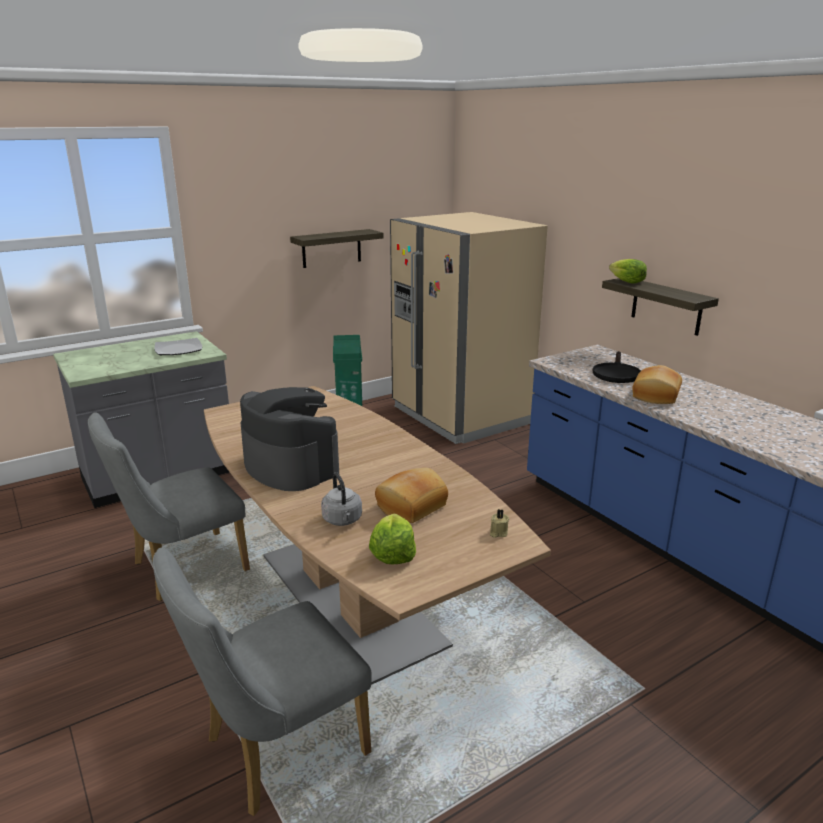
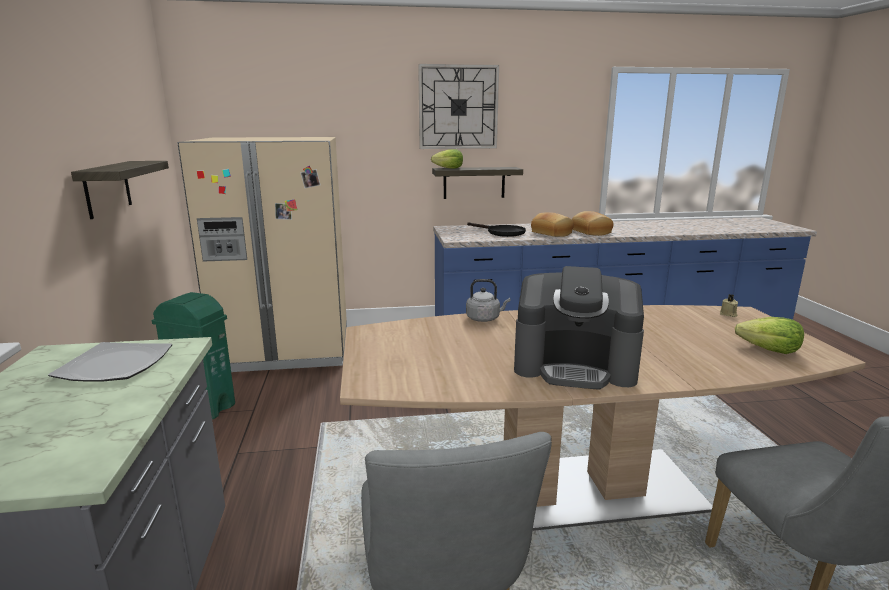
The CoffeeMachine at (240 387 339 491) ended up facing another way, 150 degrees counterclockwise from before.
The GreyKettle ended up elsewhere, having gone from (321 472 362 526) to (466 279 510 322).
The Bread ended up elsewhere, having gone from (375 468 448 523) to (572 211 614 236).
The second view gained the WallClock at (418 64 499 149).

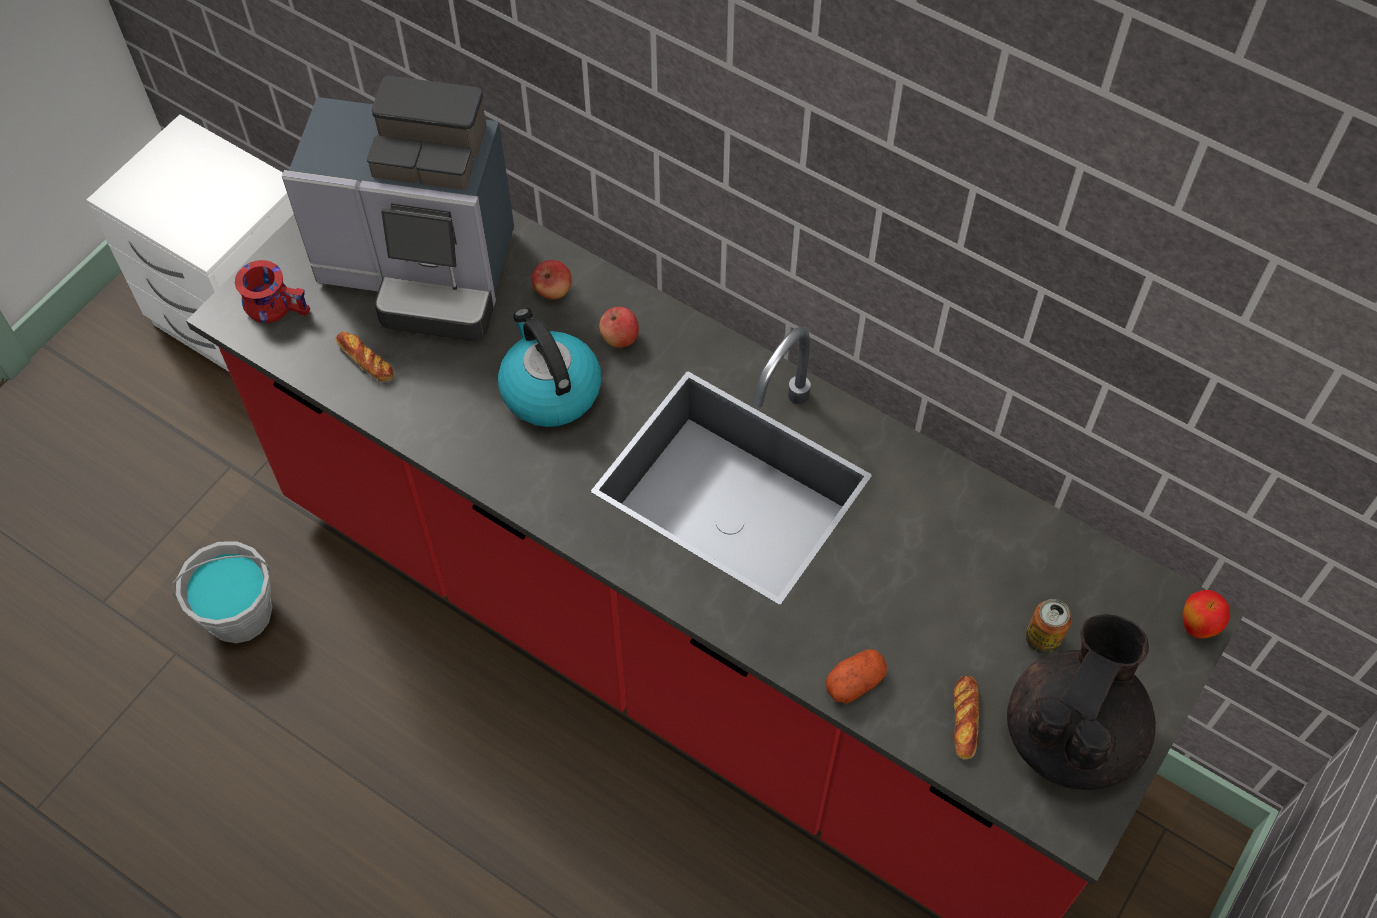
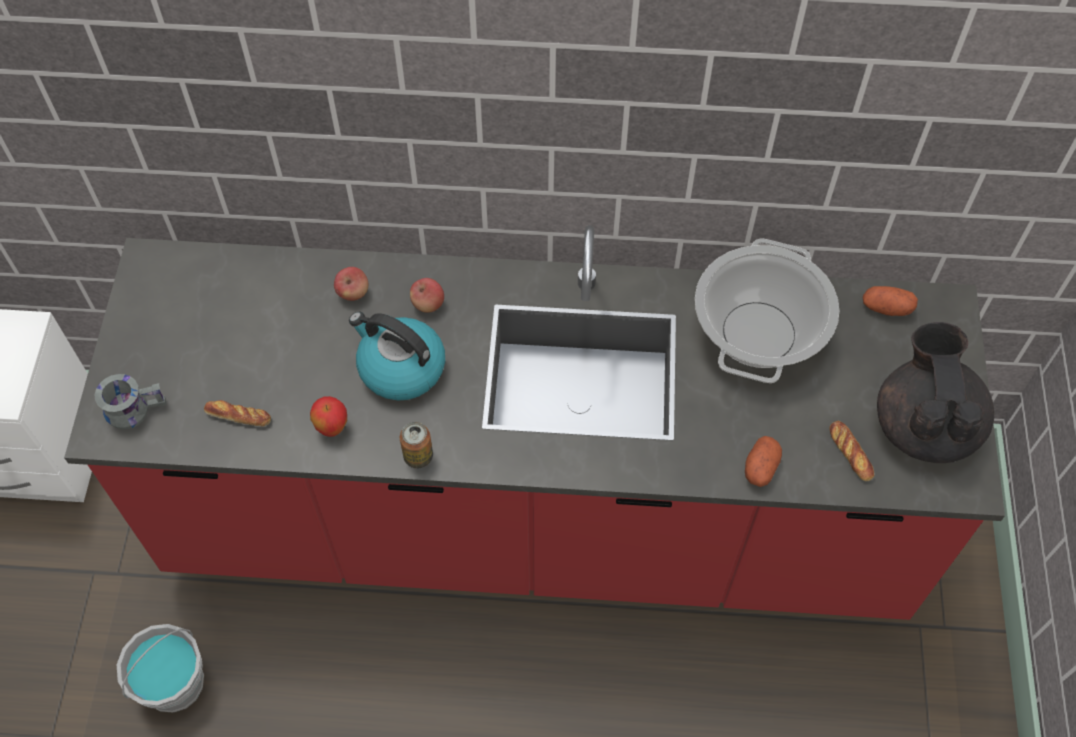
What was the RedMug at (235 260 310 323) turned into the GreyMug at (94 374 167 430).
The second view lost the CoffeeMachine at (282 76 514 341).
The Can ended up elsewhere, having gone from (1026 599 1072 654) to (400 422 433 468).
The Apple ended up elsewhere, having gone from (1182 590 1230 639) to (310 396 347 437).
The second view gained the CookingPot at (695 238 839 383).
The second view gained the Potato at (863 286 918 316).

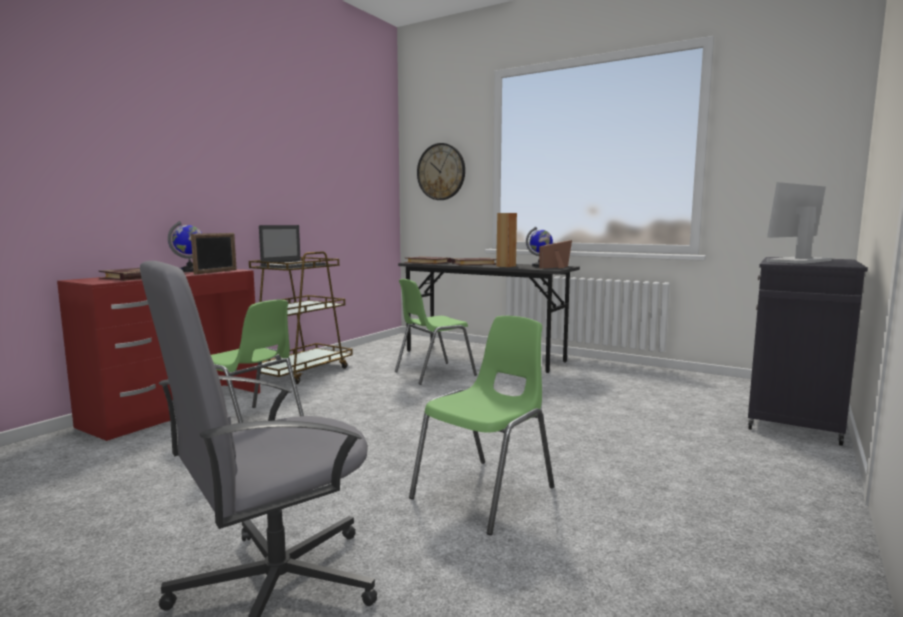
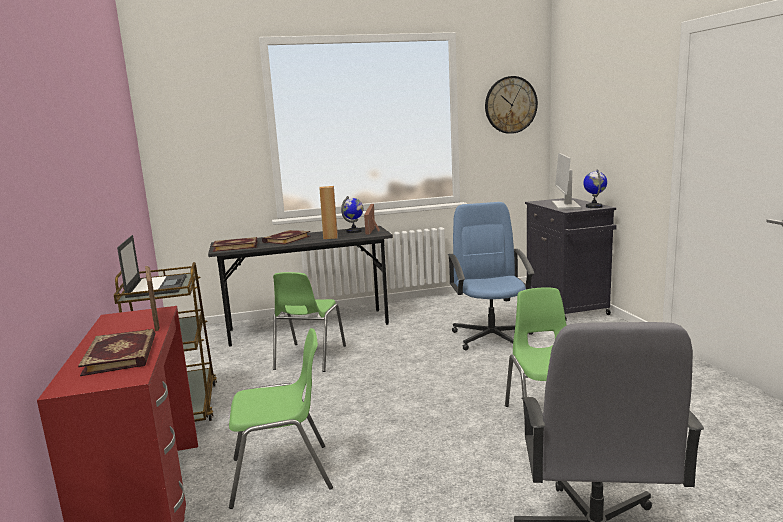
The Globe ended up elsewhere, having gone from (168 221 202 272) to (583 169 607 208).
The WallClock ended up elsewhere, having gone from (417 143 465 200) to (485 76 538 134).
The second view gained the BlueOfficeChair at (447 202 535 350).

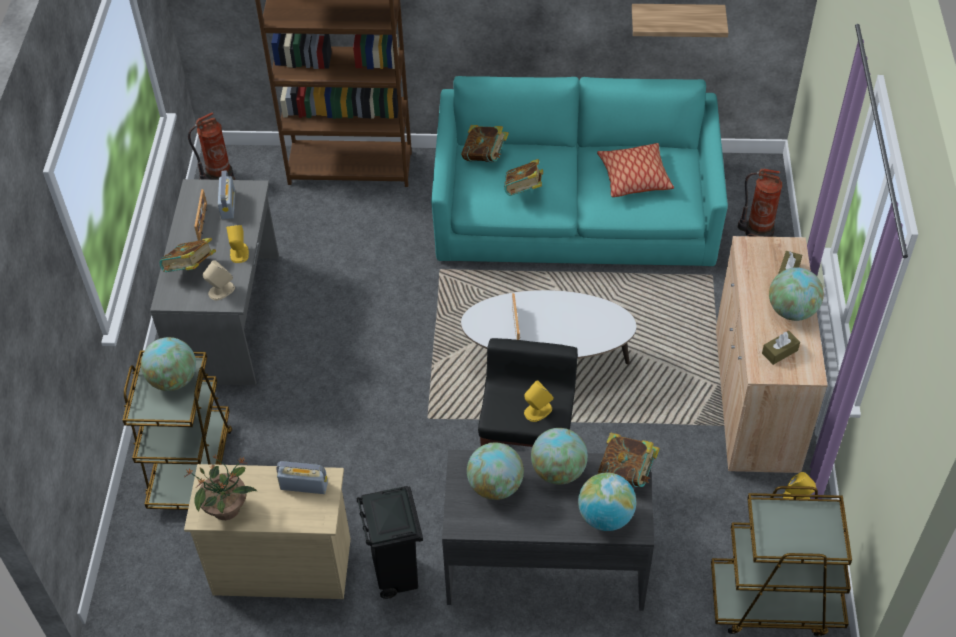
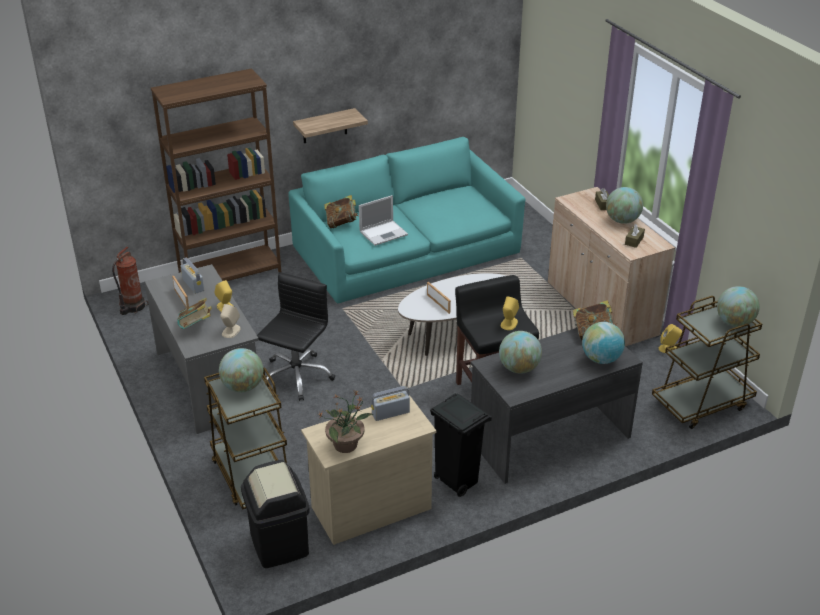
Where the Book stood at (504 159 543 196), the Laptop came to stand at (359 195 408 246).
The Globe ended up elsewhere, having gone from (531 428 588 485) to (717 286 760 327).
The second view lost the Pillow at (597 143 674 197).
The Shelf ended up elsewhere, having gone from (632 4 729 37) to (293 108 368 143).
The second view lost the FireExtinguisher at (738 168 782 237).
The second view gained the BlackTrashCan at (241 460 310 568).
The second view gained the BlackOfficeChair at (257 272 335 401).

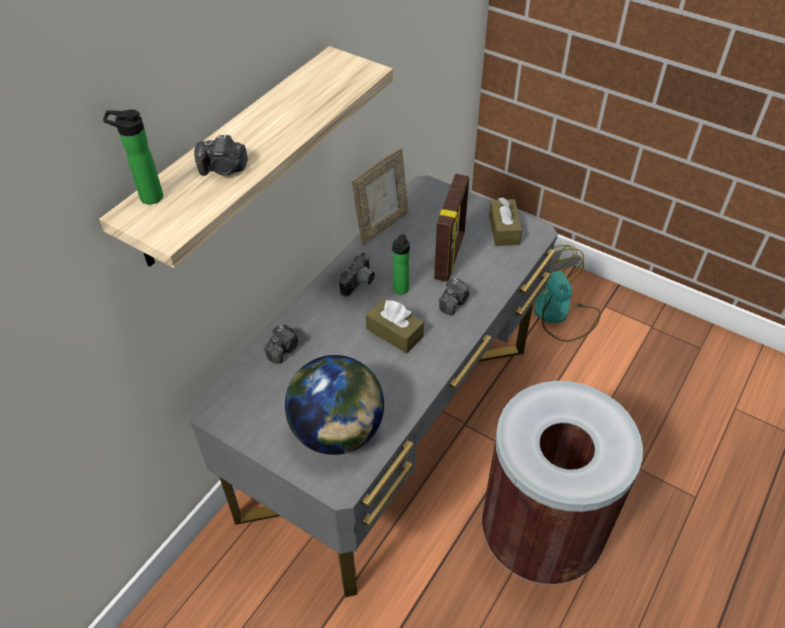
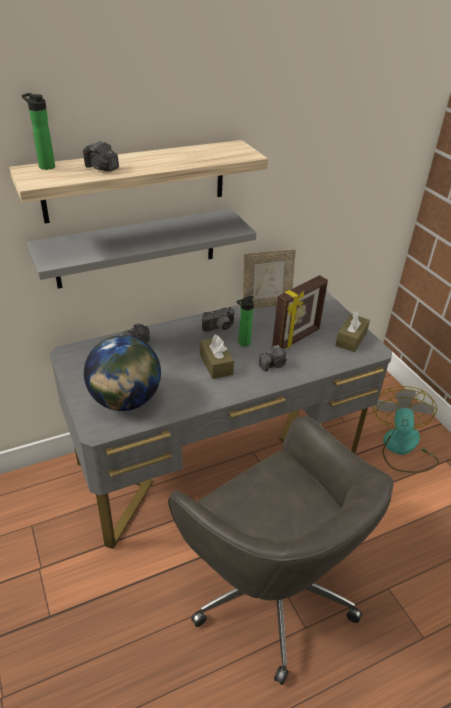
Where the BrownTrashCan stood at (482 381 643 585), the GreyOfficeChair came to stand at (168 416 393 685).
The second view gained the GreyShelf at (27 209 257 289).

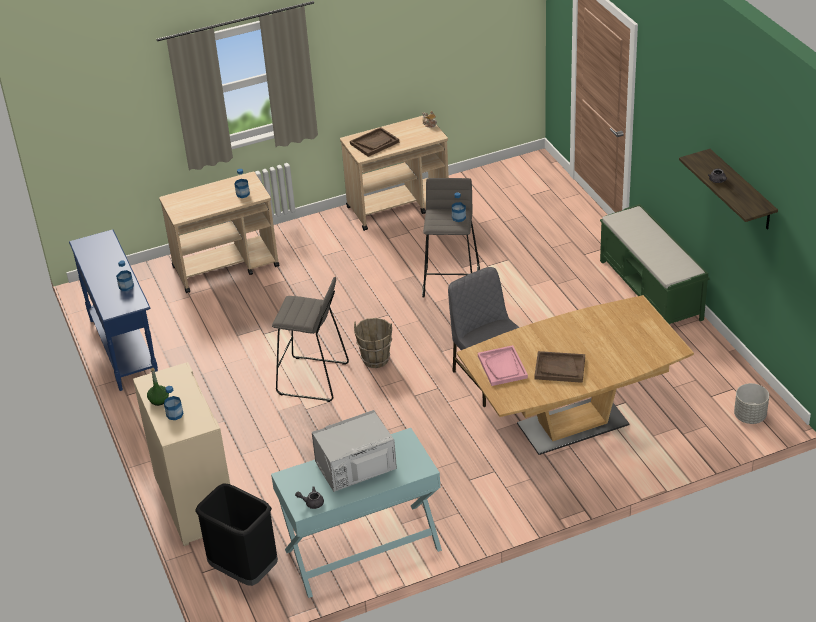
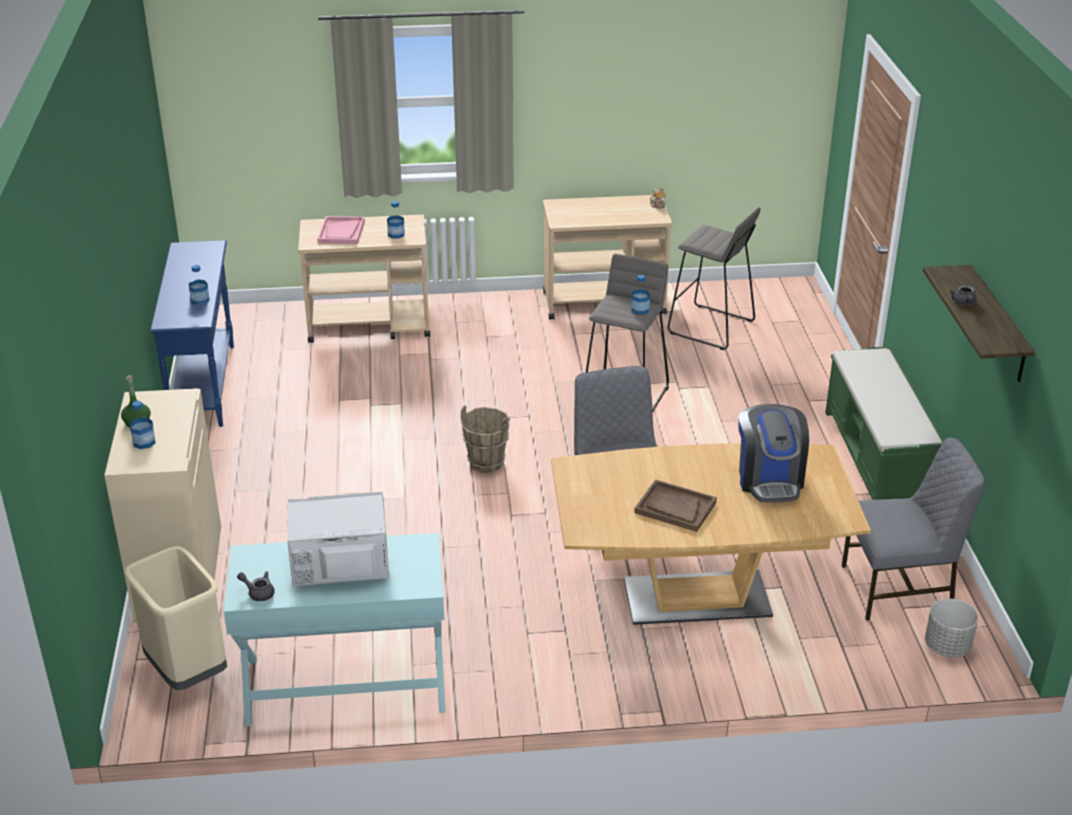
What was the BlackTrashCan at (195 483 278 586) turned into the BeigeTrashCan at (125 546 227 690).
The GreyStool ended up elsewhere, having gone from (272 277 349 402) to (668 207 761 350).
The second view lost the BrownTray at (350 127 399 157).
The PinkTray ended up elsewhere, having gone from (478 345 528 386) to (317 216 365 244).
The second view gained the CoffeeMachine at (739 404 809 503).
The second view gained the GreyChair at (842 438 985 621).

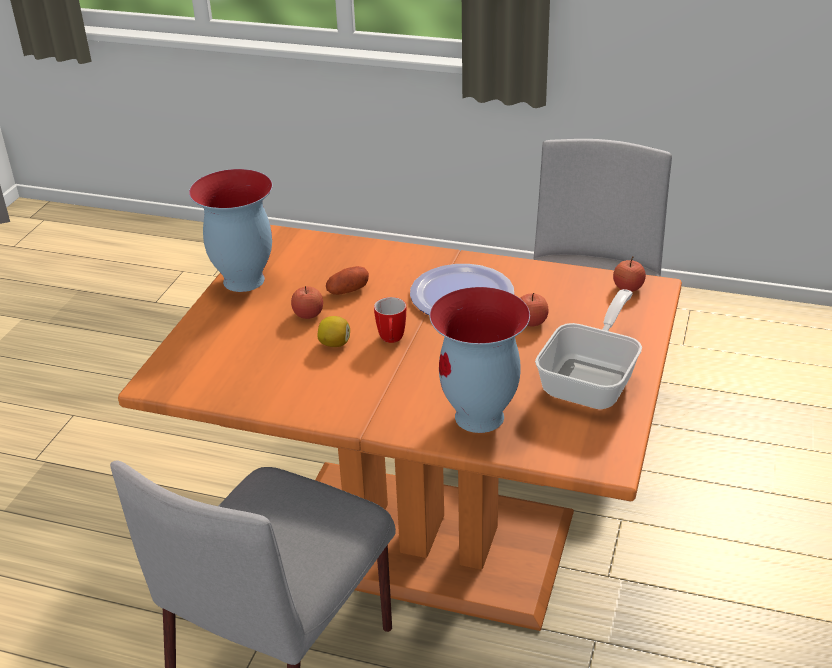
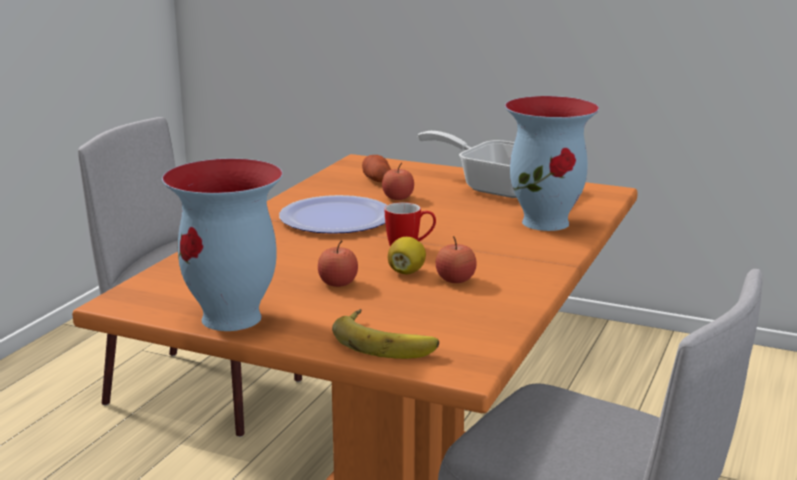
The Potato ended up elsewhere, having gone from (326 266 369 295) to (362 155 391 182).
The Apple ended up elsewhere, having gone from (613 256 646 292) to (436 236 477 283).
The second view gained the Banana at (332 309 439 359).

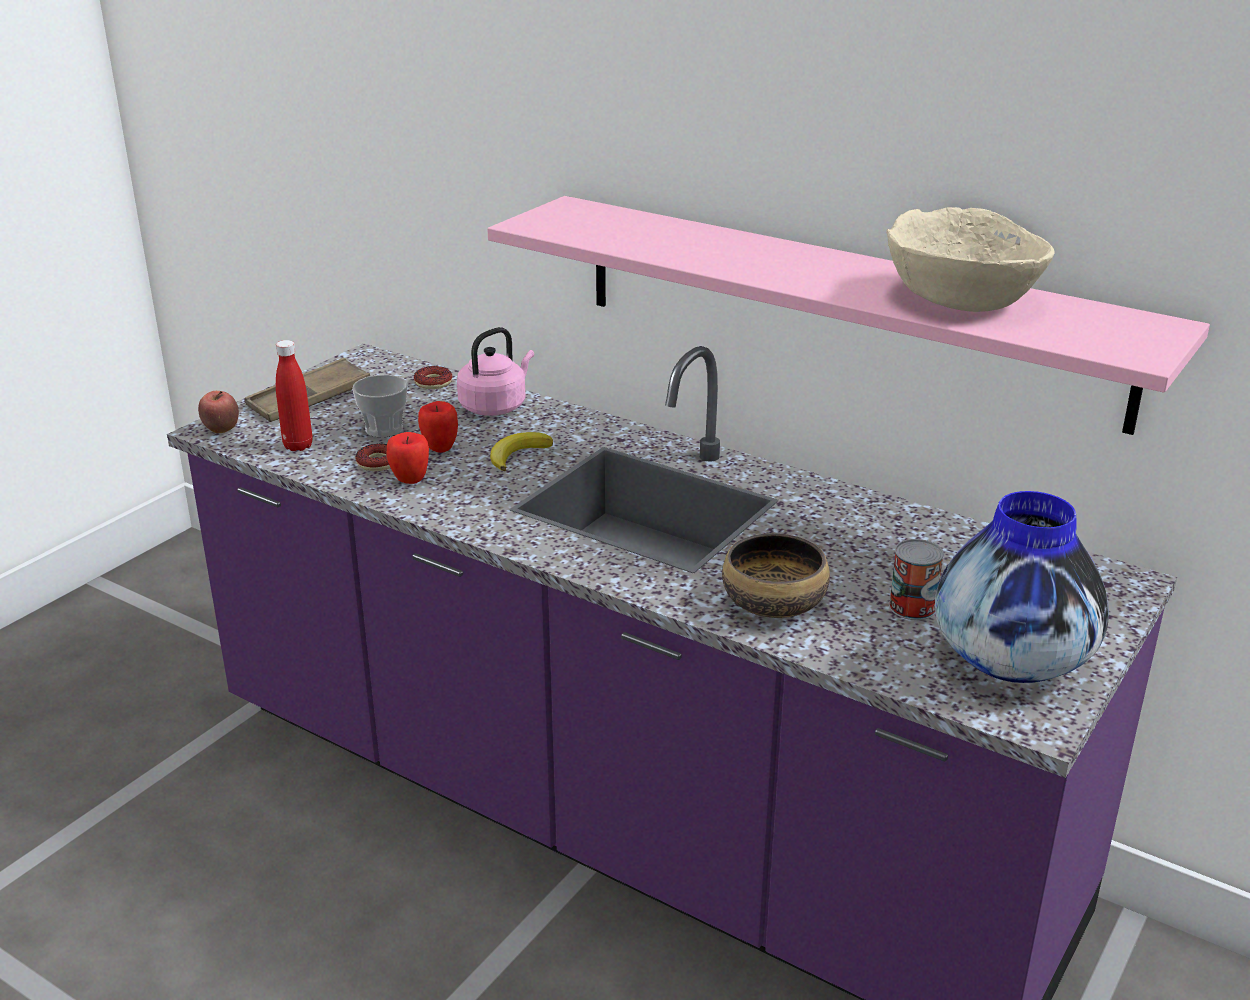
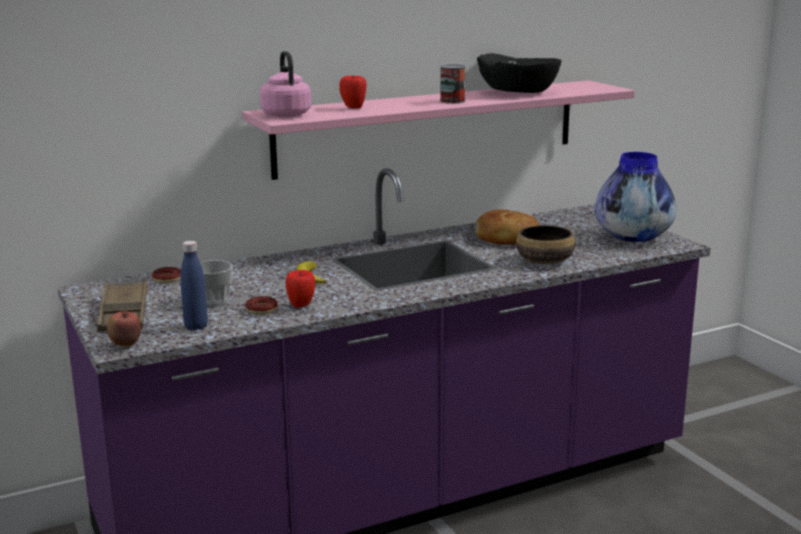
What was the RedBottle at (276 340 313 451) turned into the BlueBottle at (180 241 208 330).
The Apple ended up elsewhere, having gone from (418 401 458 453) to (339 75 367 108).
The PinkKettle ended up elsewhere, having gone from (457 327 534 416) to (260 51 311 117).
What was the BeigeBowl at (886 207 1055 312) turned into the BlackBowl at (477 53 561 93).
The Can ended up elsewhere, having gone from (889 539 944 620) to (440 64 466 104).
The second view gained the Bread at (475 210 539 245).

